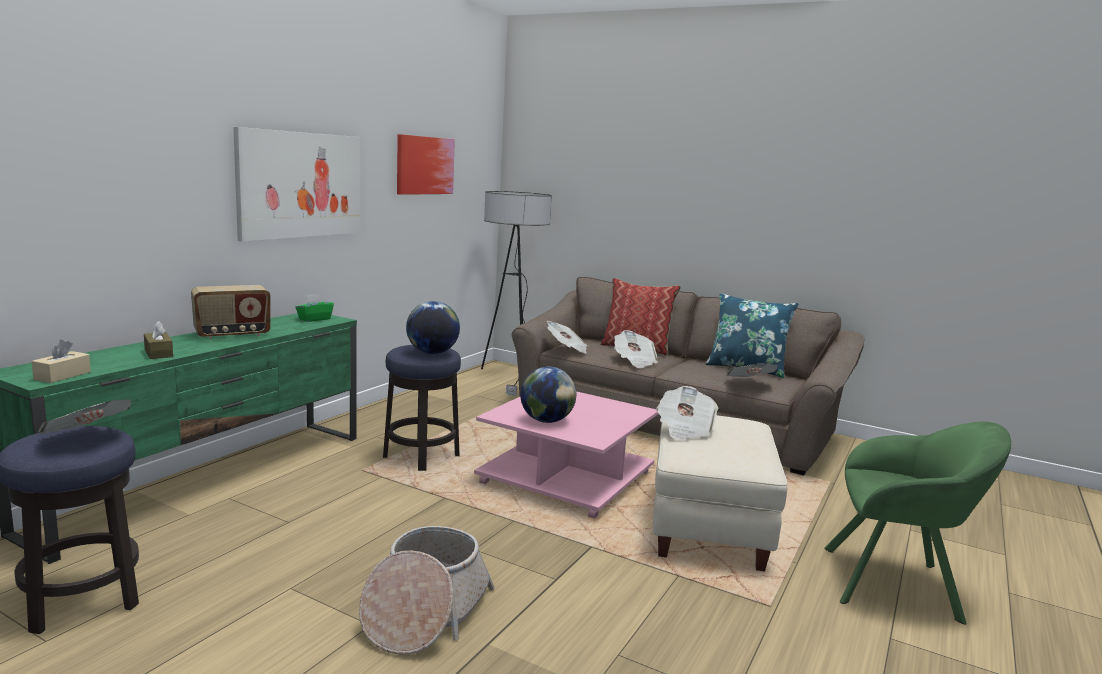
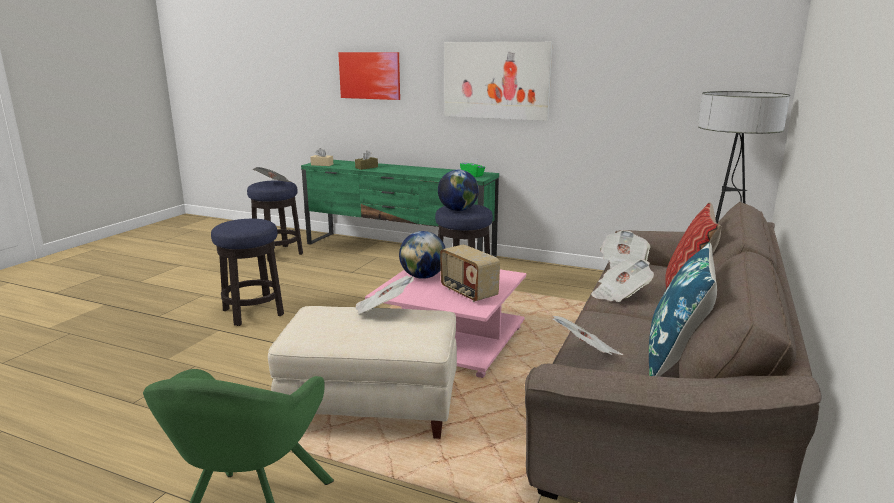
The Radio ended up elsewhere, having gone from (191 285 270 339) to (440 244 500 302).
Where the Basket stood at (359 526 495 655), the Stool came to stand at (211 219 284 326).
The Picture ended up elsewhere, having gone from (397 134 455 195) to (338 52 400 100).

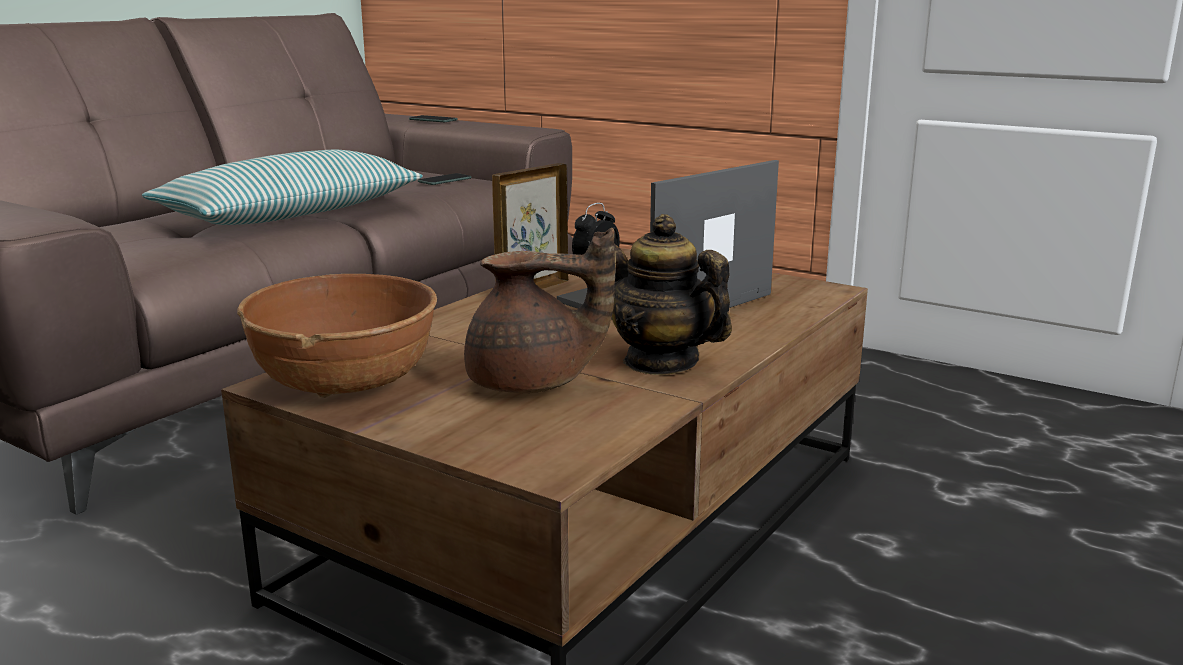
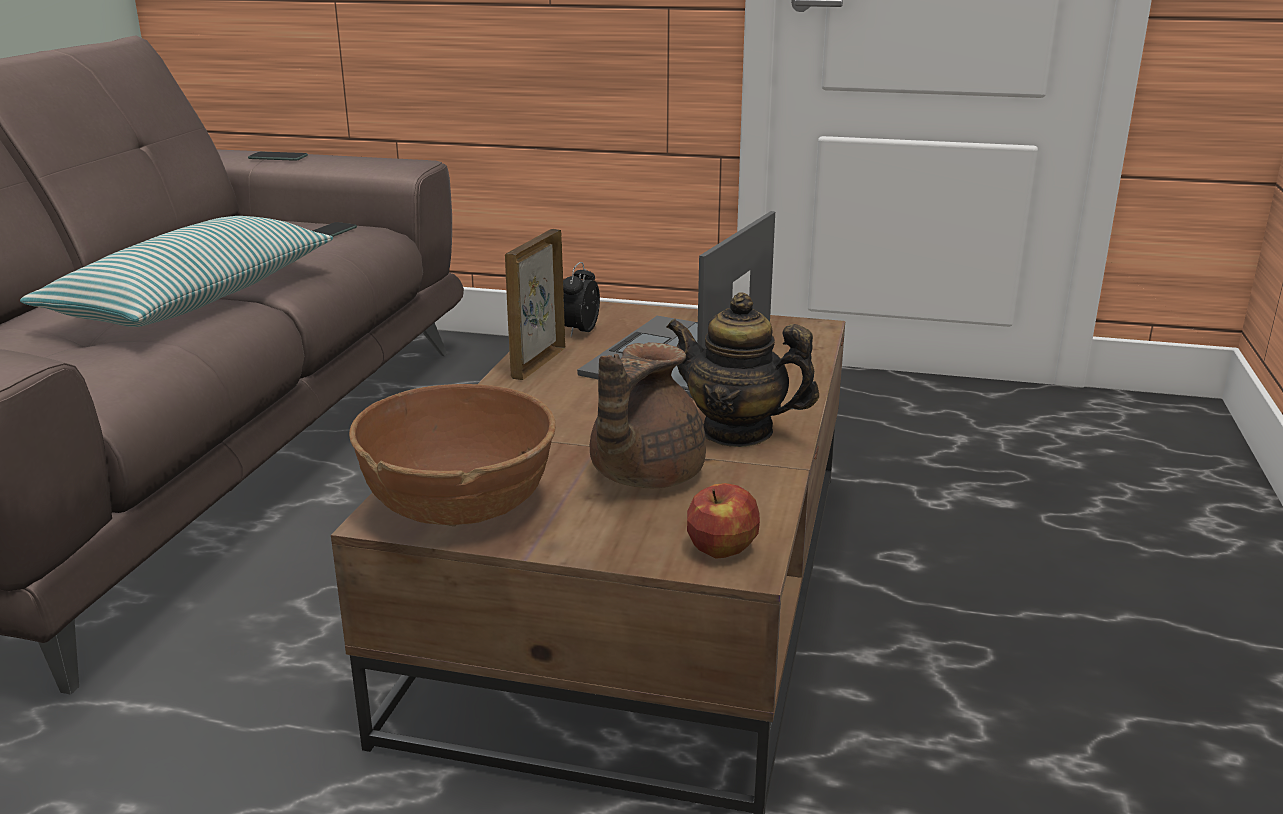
The BrownTeapot at (464 228 615 393) ended up facing another way, 135 degrees clockwise from before.
The second view gained the Apple at (687 483 760 559).

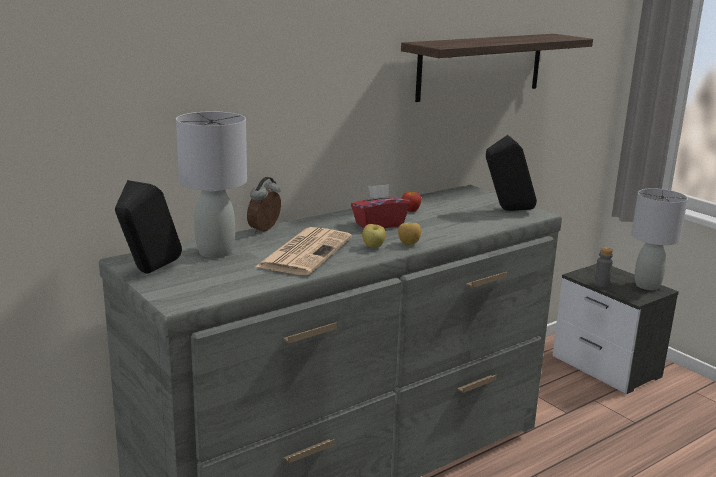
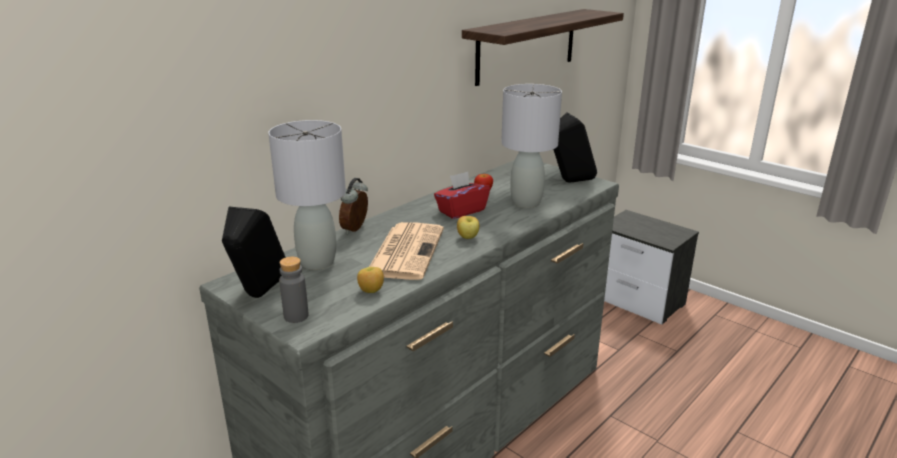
The Apple ended up elsewhere, having gone from (398 223 421 245) to (357 267 384 293).
The GreyBottle ended up elsewhere, having gone from (594 247 613 287) to (279 257 309 323).
The GreyTableLamp ended up elsewhere, having gone from (631 188 688 290) to (501 84 562 208).

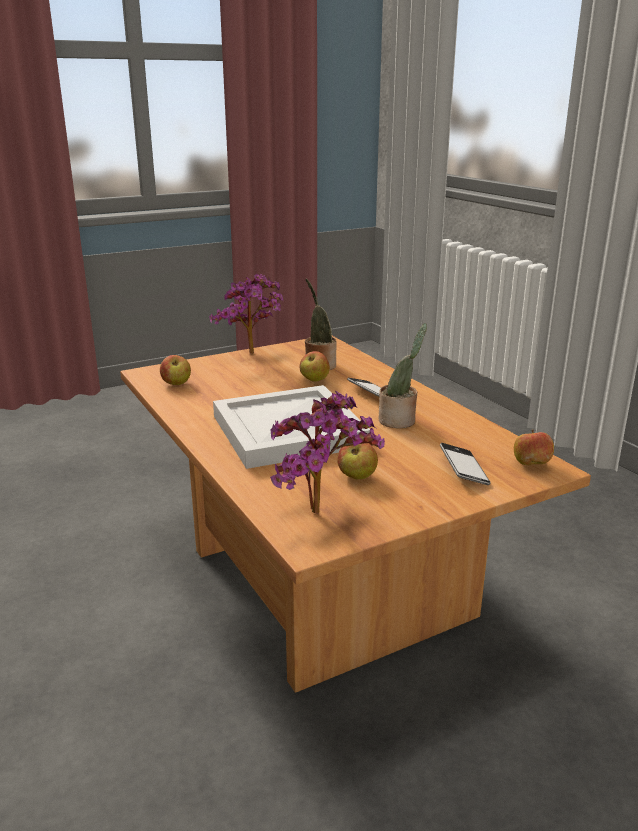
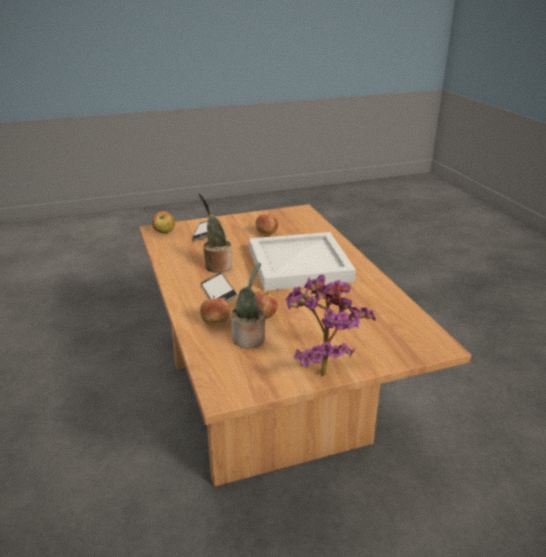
The Apple ended up elsewhere, having gone from (160 355 191 385) to (200 296 230 324).
The second view lost the PottedPlant at (270 391 385 514).

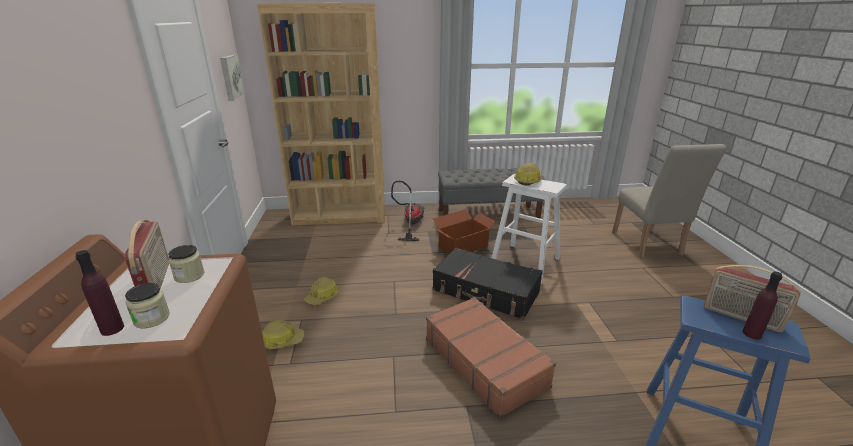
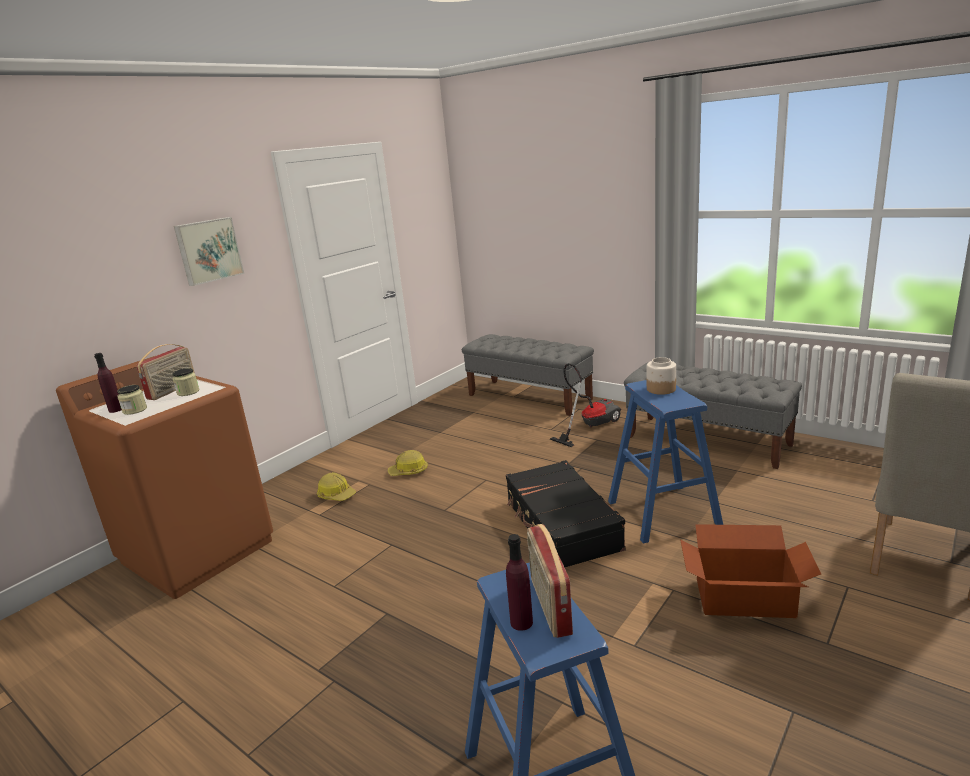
The Picture ended up elsewhere, having gone from (220 54 245 101) to (174 217 244 286).
Where the BrownBookcase stood at (257 3 385 226), the GreyBench came to stand at (462 334 594 416).
The second view lost the BrownSuitcase at (426 297 556 418).
The CardboardBox ended up elsewhere, having gone from (433 209 496 254) to (680 524 821 618).
What was the WhiteStool at (492 174 567 283) turned into the BlueStool at (608 380 723 544).
Where the HardHat stood at (514 163 542 186), the Jar came to stand at (647 357 676 395).

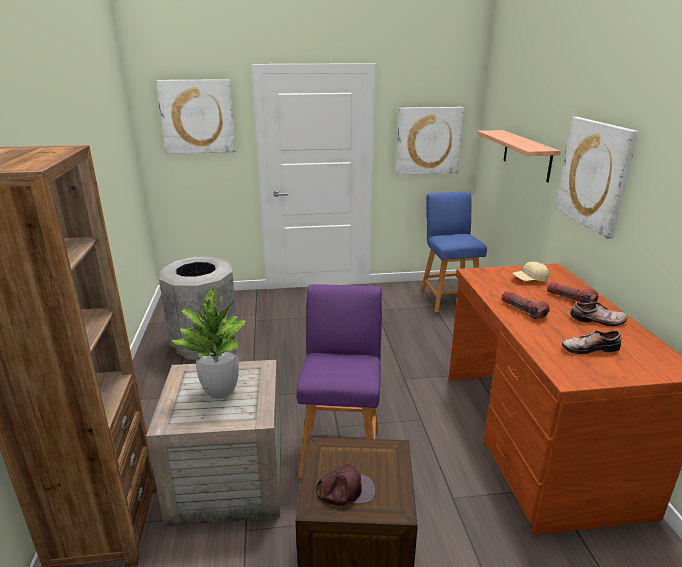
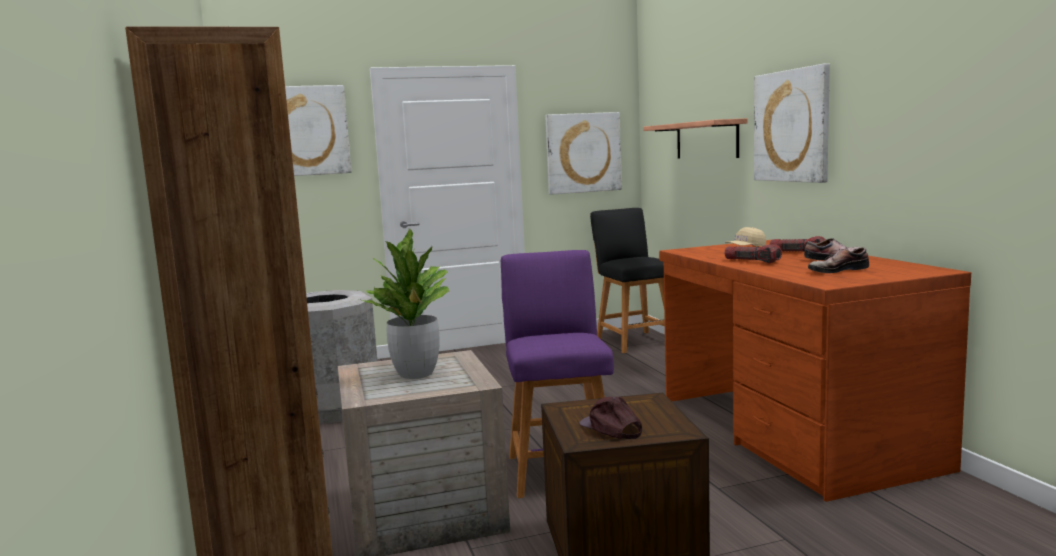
The BrownCap at (316 464 376 506) ended up facing another way, 105 degrees counterclockwise from before.
What was the BlueStool at (420 191 487 312) turned into the BlackStool at (590 208 665 353).

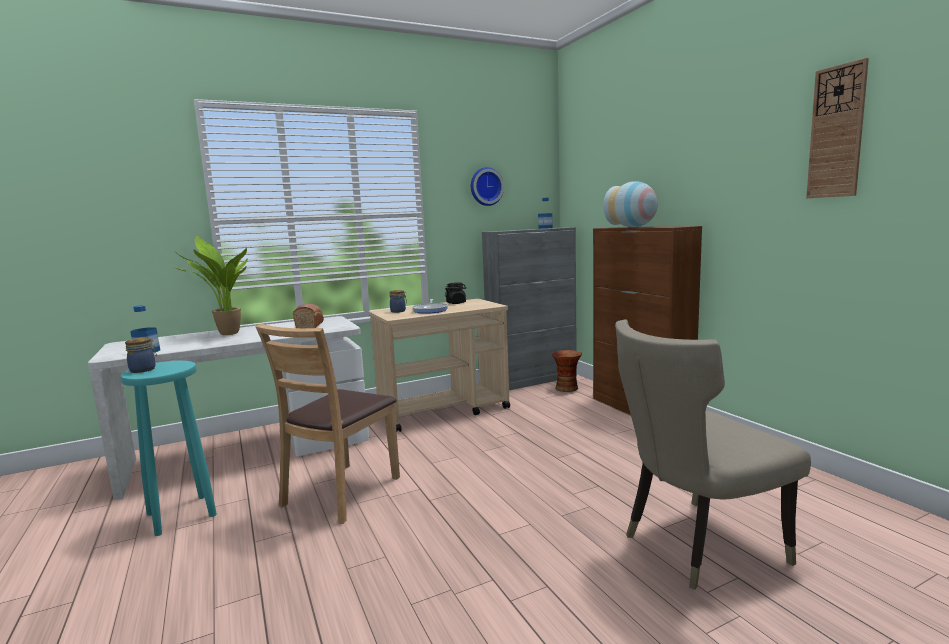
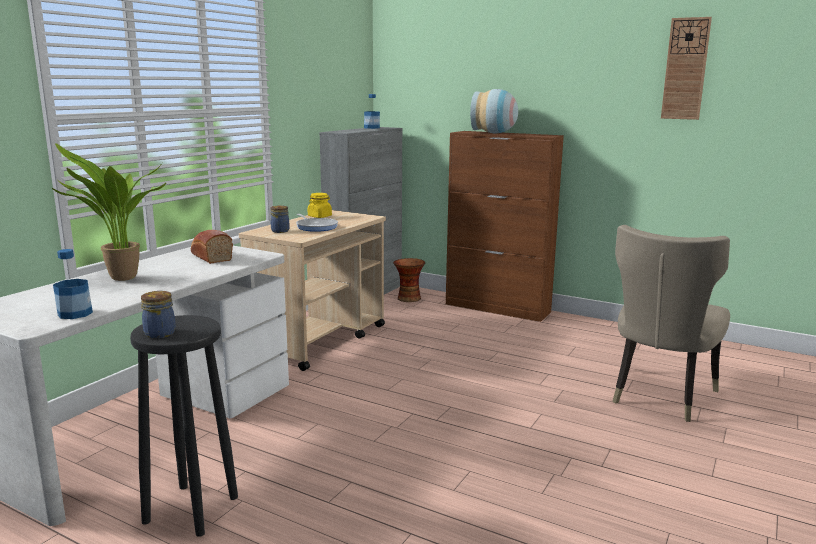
What was the TurquoiseStool at (120 361 217 536) turned into the BlackStool at (130 315 238 537).
The second view lost the BrownChair at (255 324 400 524).
What was the BlackJar at (445 282 467 304) turned into the YellowJar at (308 193 332 218).
The second view lost the WallClock at (471 167 504 206).

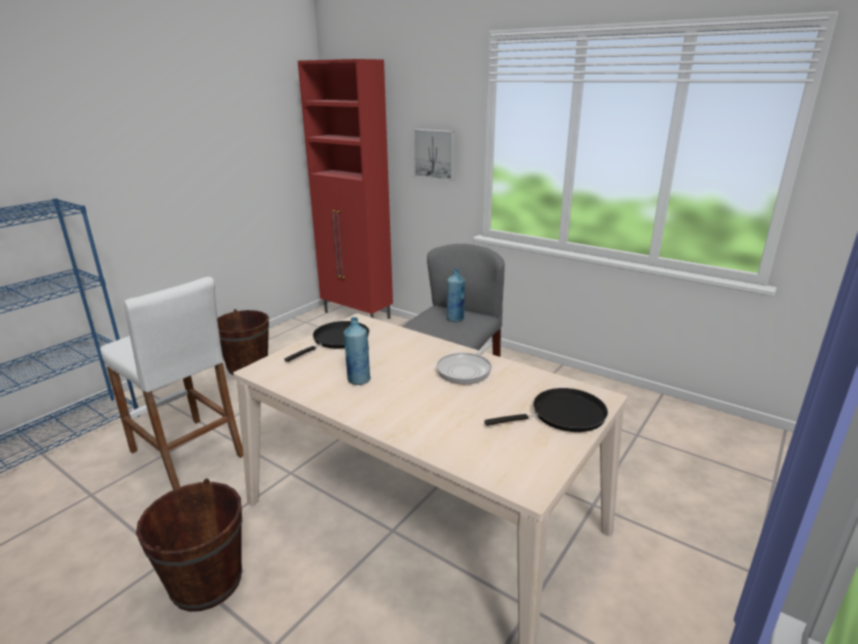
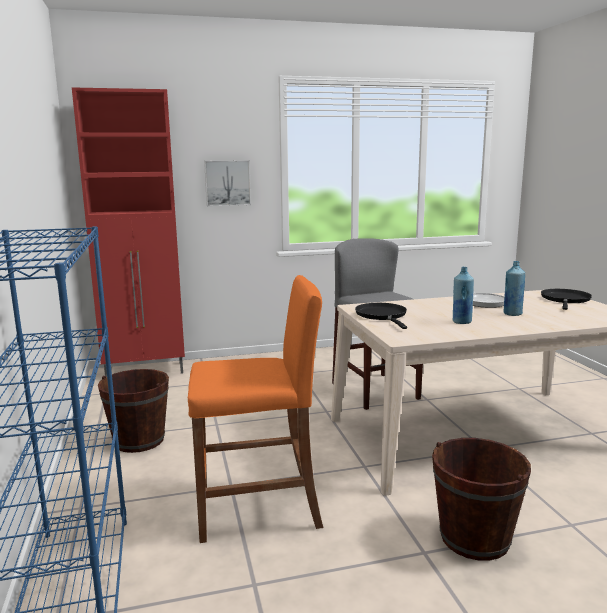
What was the WhiteStool at (100 277 243 490) turned into the OrangeStool at (188 275 323 543).
The BlueBottle ended up elsewhere, having gone from (447 269 465 322) to (503 261 525 316).

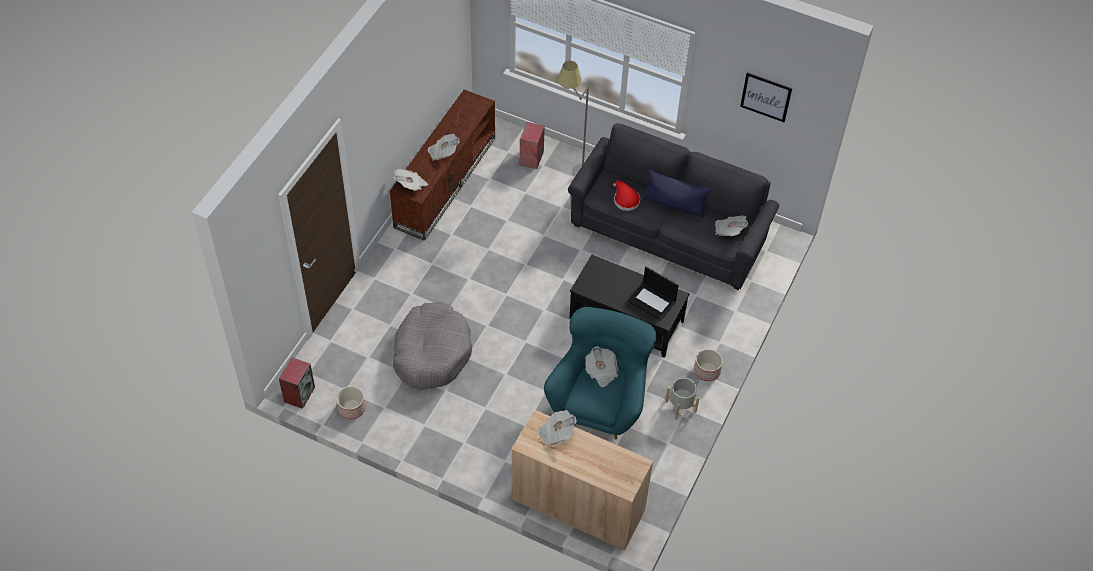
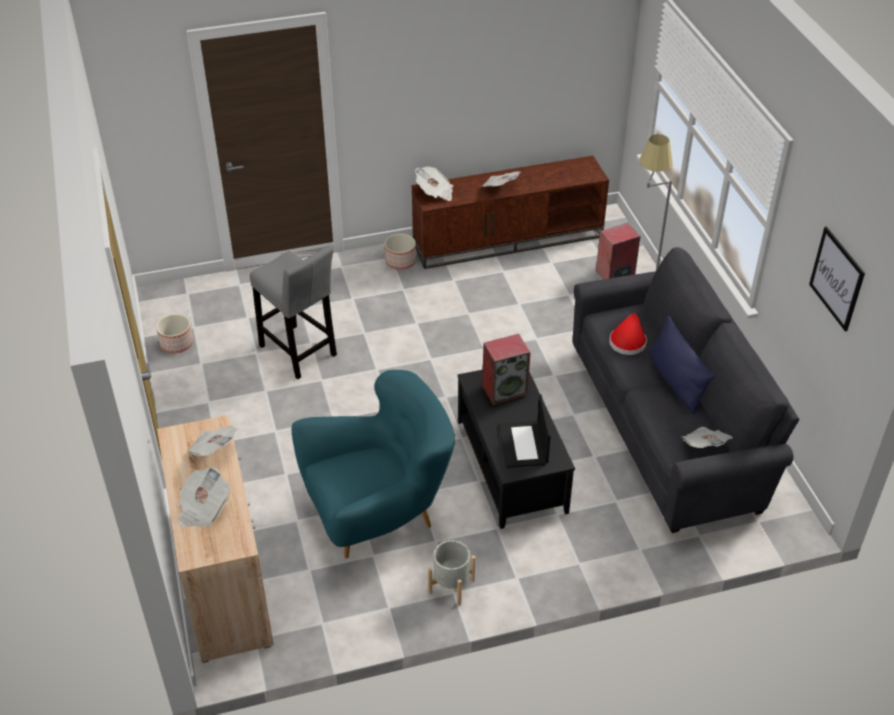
The Speaker ended up elsewhere, having gone from (279 357 315 409) to (482 334 530 405).
Where the GreyDogBed stood at (393 301 472 390), the GreyStool came to stand at (250 245 337 379).
The Newspaper ended up elsewhere, having gone from (585 346 618 387) to (178 467 230 528).
The Planter ended up elsewhere, having gone from (694 349 723 381) to (385 234 416 270).

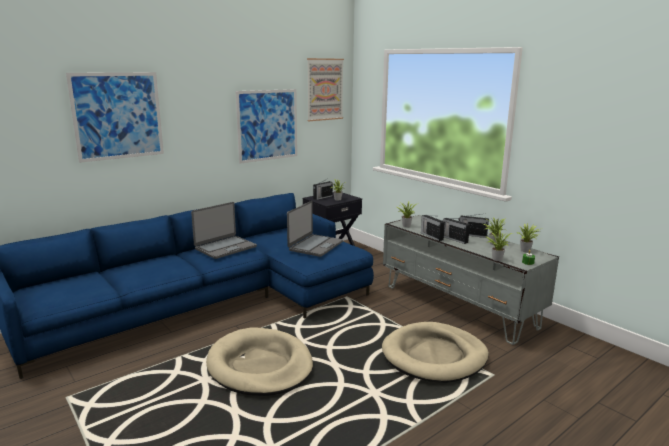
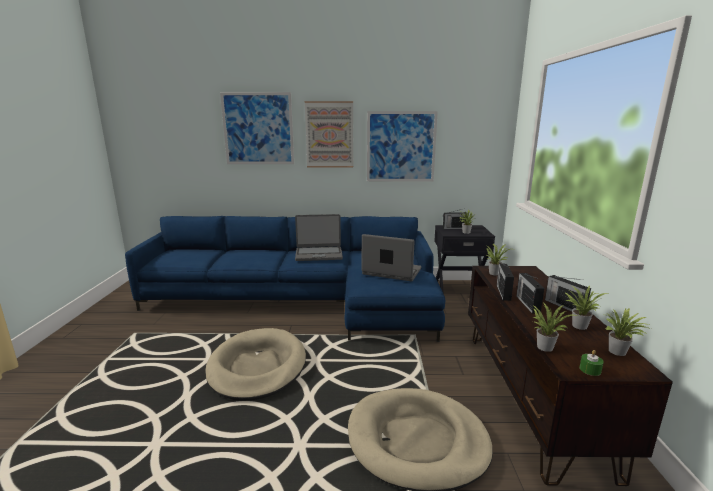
The Laptop at (287 201 343 257) ended up facing another way, 135 degrees counterclockwise from before.
The Picture ended up elsewhere, having gone from (307 58 344 121) to (305 101 353 167).
What was the GreyTvStand at (383 215 559 345) turned into the BrownTvStand at (468 266 673 486).

